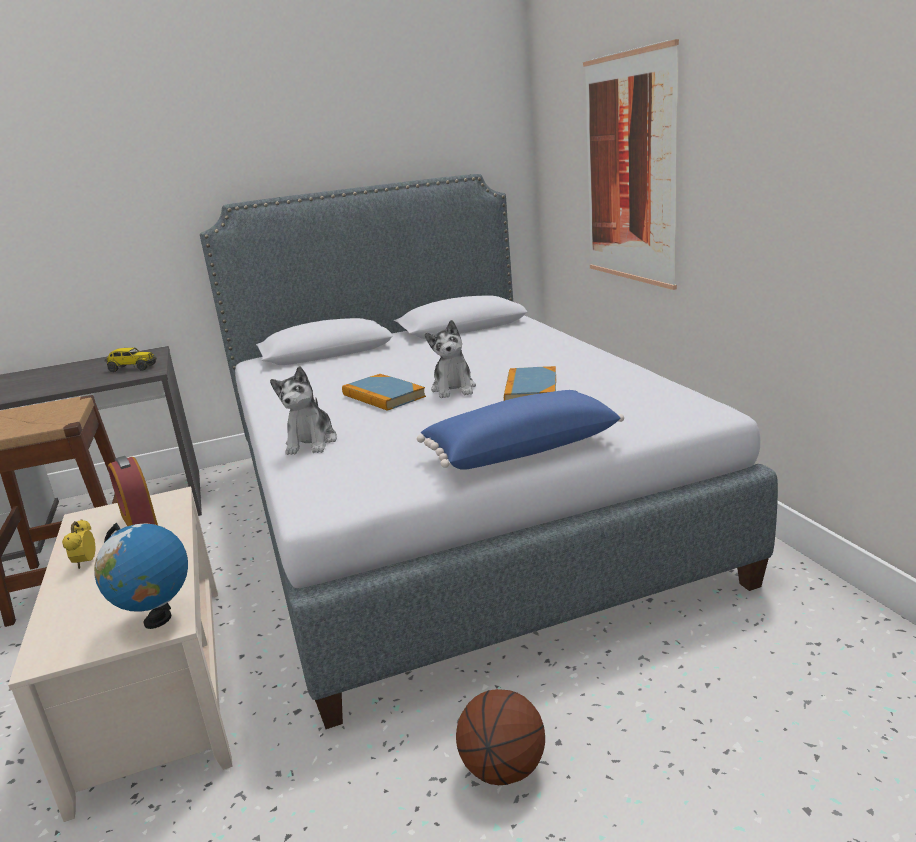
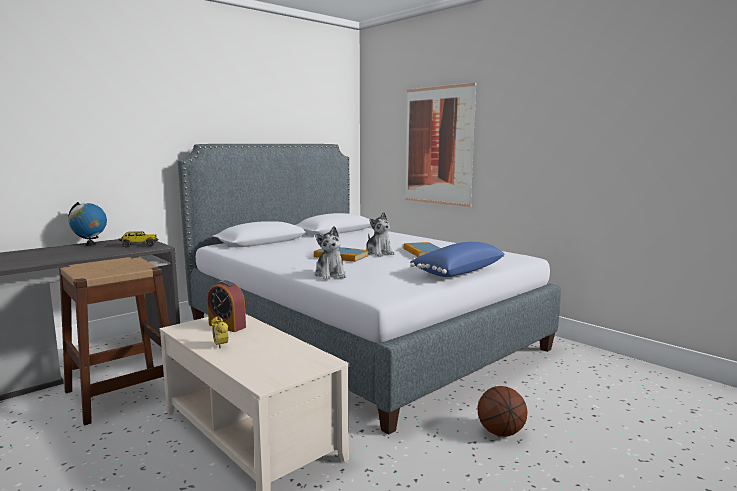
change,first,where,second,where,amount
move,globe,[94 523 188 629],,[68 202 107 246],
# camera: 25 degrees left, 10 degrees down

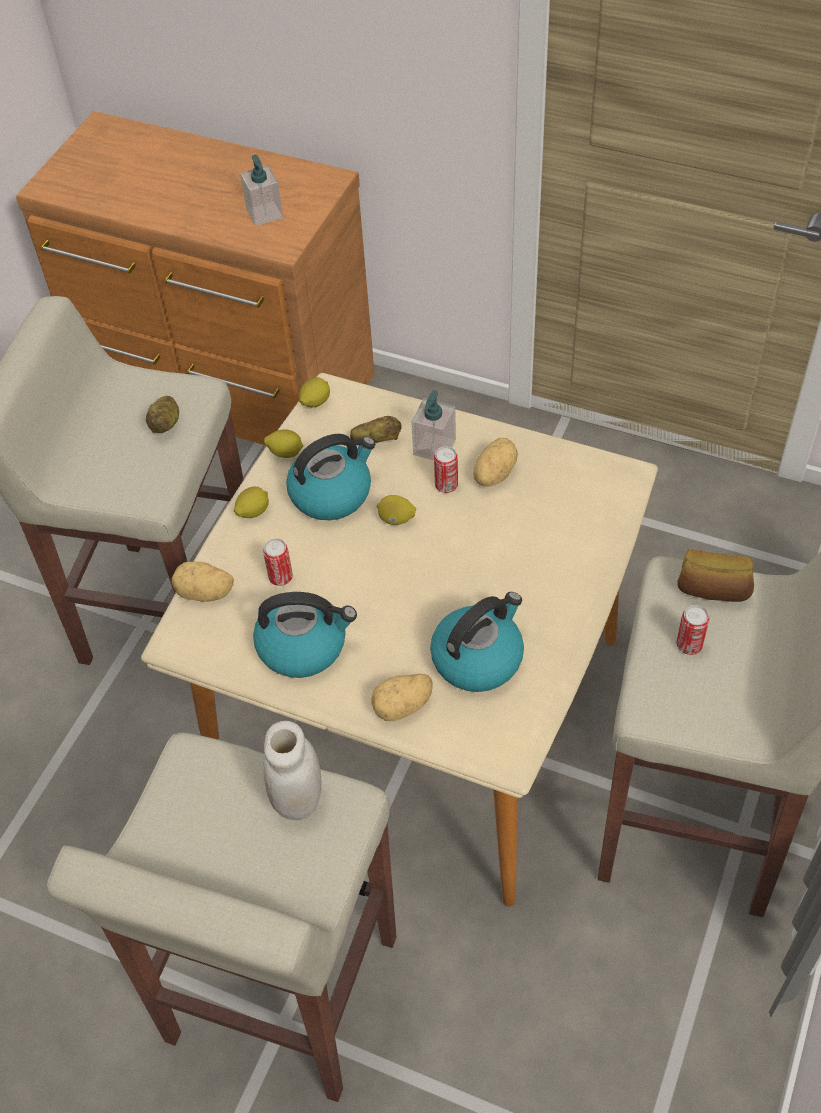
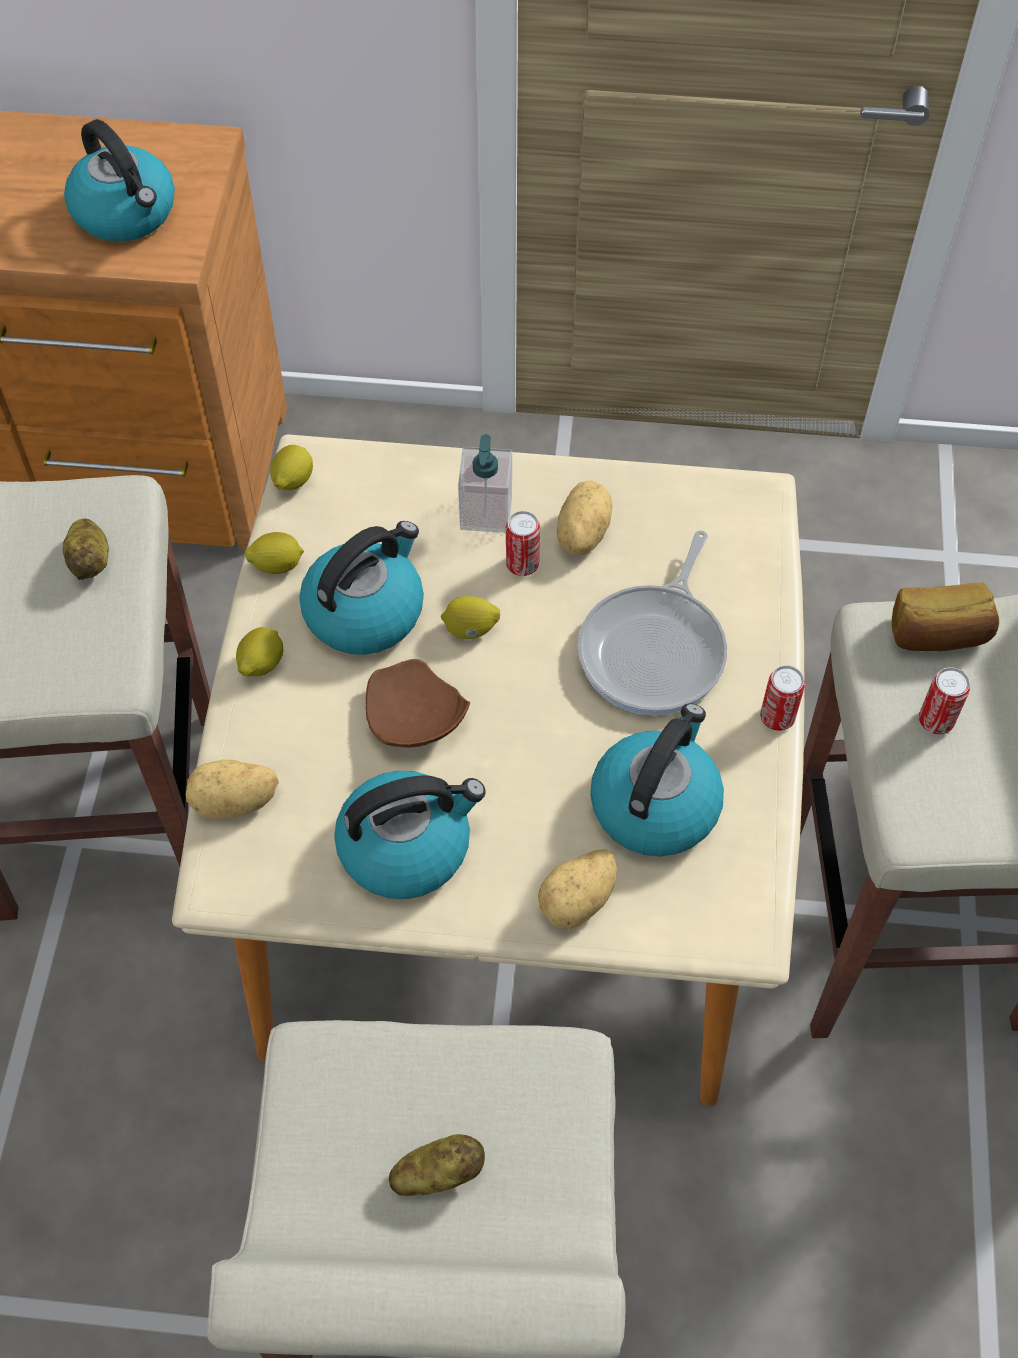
change,first,where,second,where,amount
replace,soap dispenser,[240 155 283 226],kettle,[64 119 175 242],
insert,,,brown plate,[366 659 470 748],
move,potato,[350 416 402 443],,[389 1134 485 1196],
insert,,,frying pan,[578 530 727 715],
move,can,[263 538 293 586],,[760 665 805 731],
delete,white jar,[263 721 322 820],,,
# camera: 20 degrees left, 5 degrees up

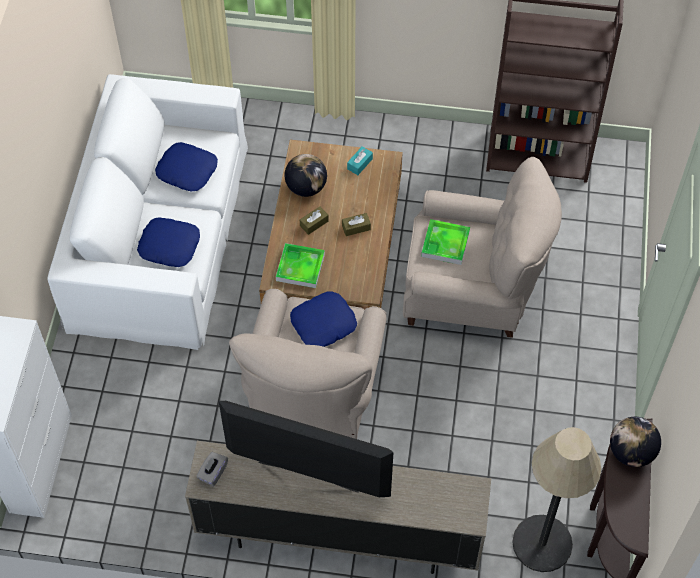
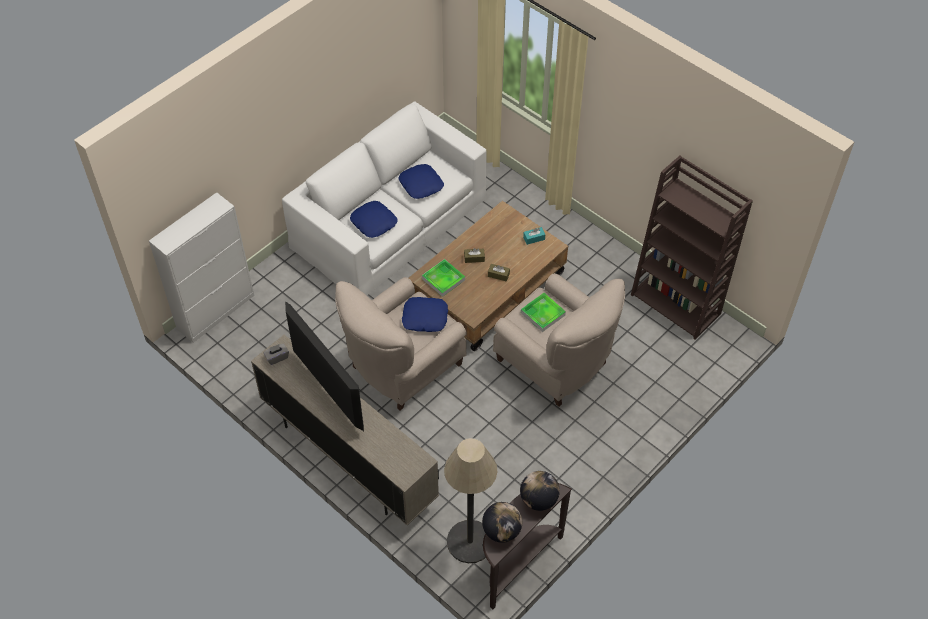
change,first,where,second,where,amount
move,globe,[285 154 327 197],,[482 502 522 543],
# camera: 35 degrees right, 5 degrees down

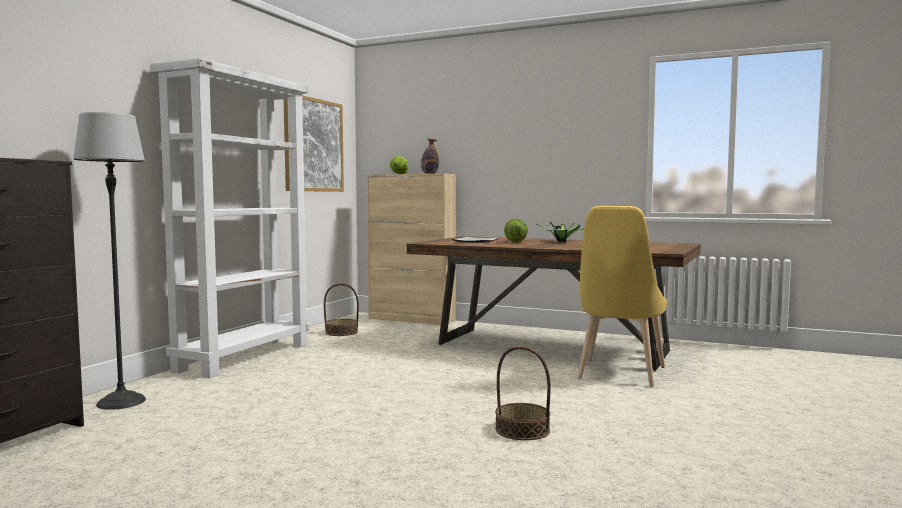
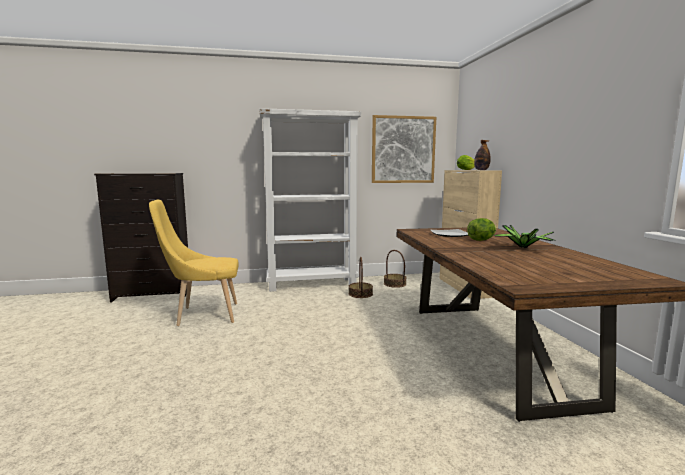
change,first,where,second,where,amount
move,yellow chair,[578 206 667 387],,[149 200 239 326],
move,basket,[495 346 551 440],,[349 257 373 298],
delete,floor lamp,[73 112 146 410],,,
# camera: 55 degrees right, 5 degrees up

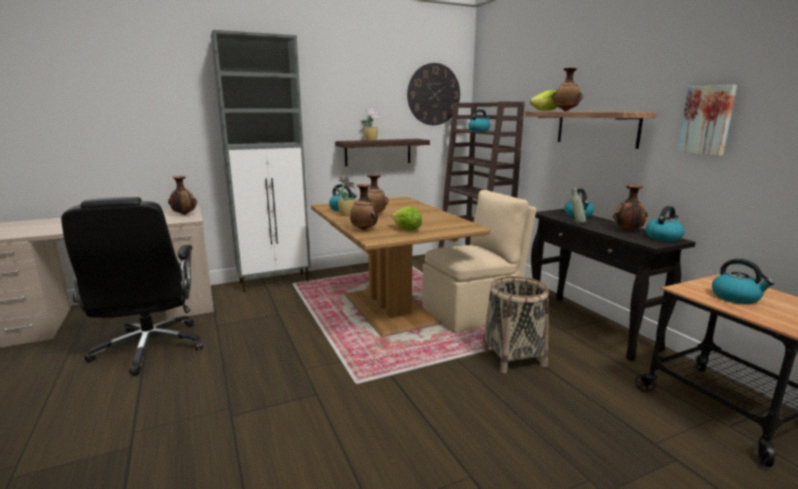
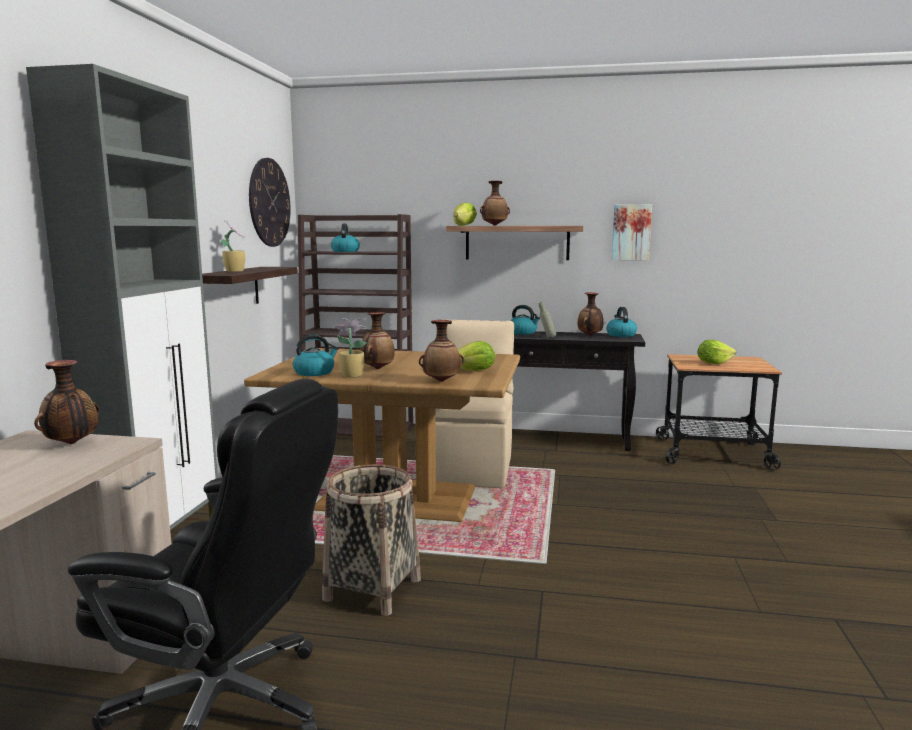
change,first,where,second,where,amount
move,basket,[482 276 549 373],,[322 464 421 616],
replace,kettle,[712 259 774 304],lettuce,[697 340 736 365],
# camera: 55 degrees left, 5 degrees down

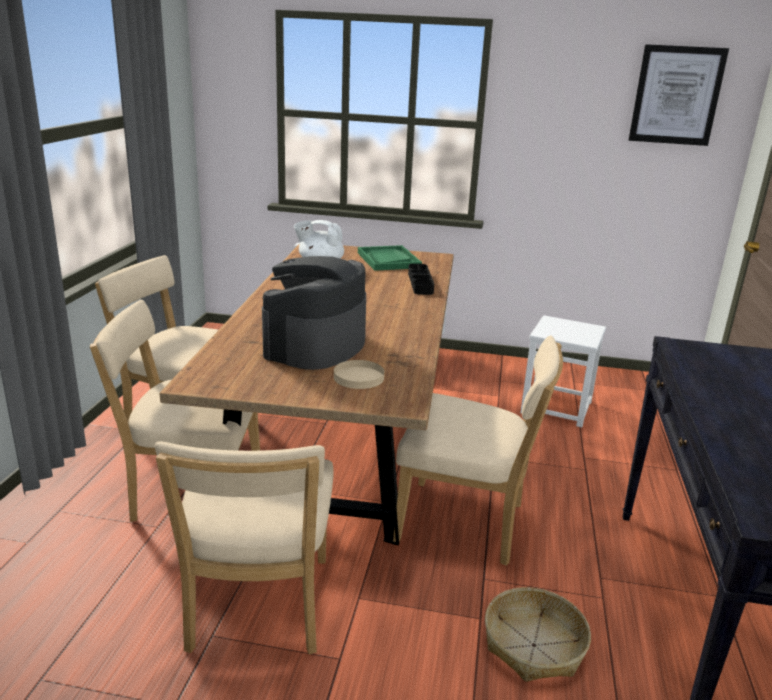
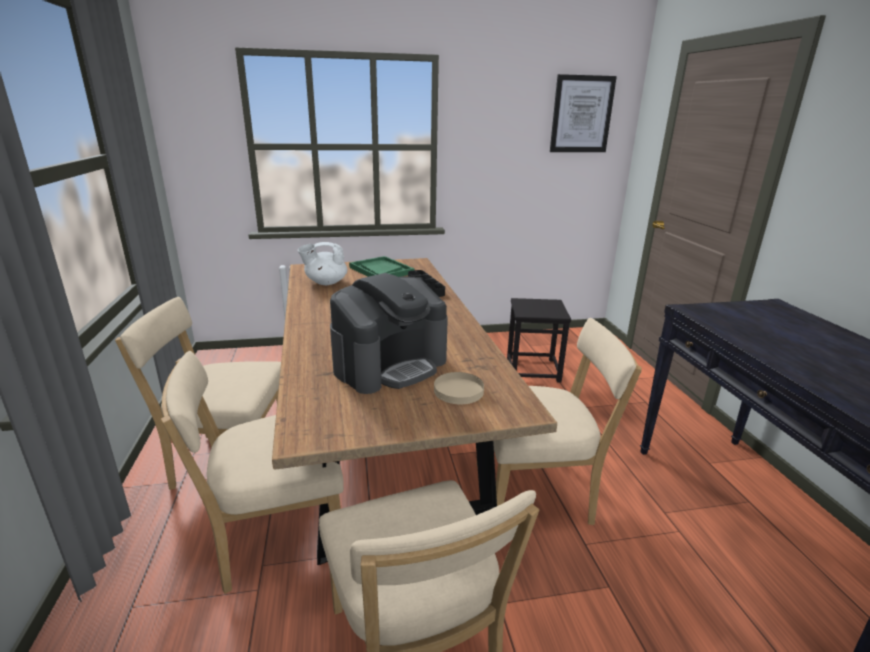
change,first,where,second,where,amount
rotate,coffee machine,[262 256 366 370],,[330 273 448 394],135 degrees counterclockwise
recolor,white stool,[520 315 606 427],black stool,[507 298 571 383],
delete,basket,[485 587 591 682],,,
# camera: 20 degrees left, 0 degrees up

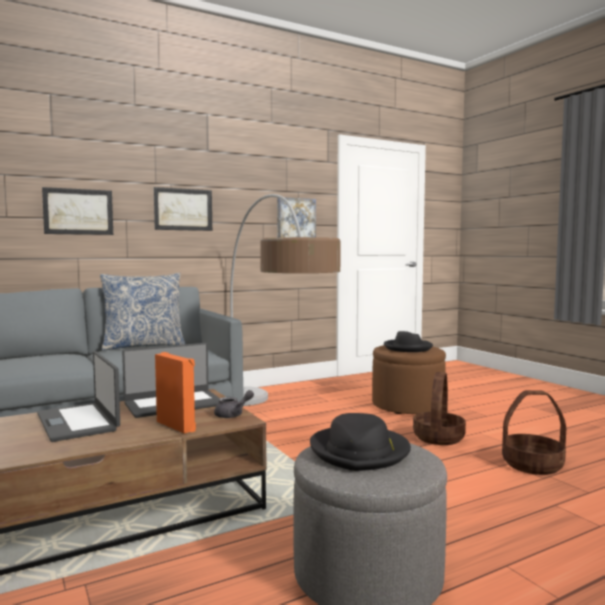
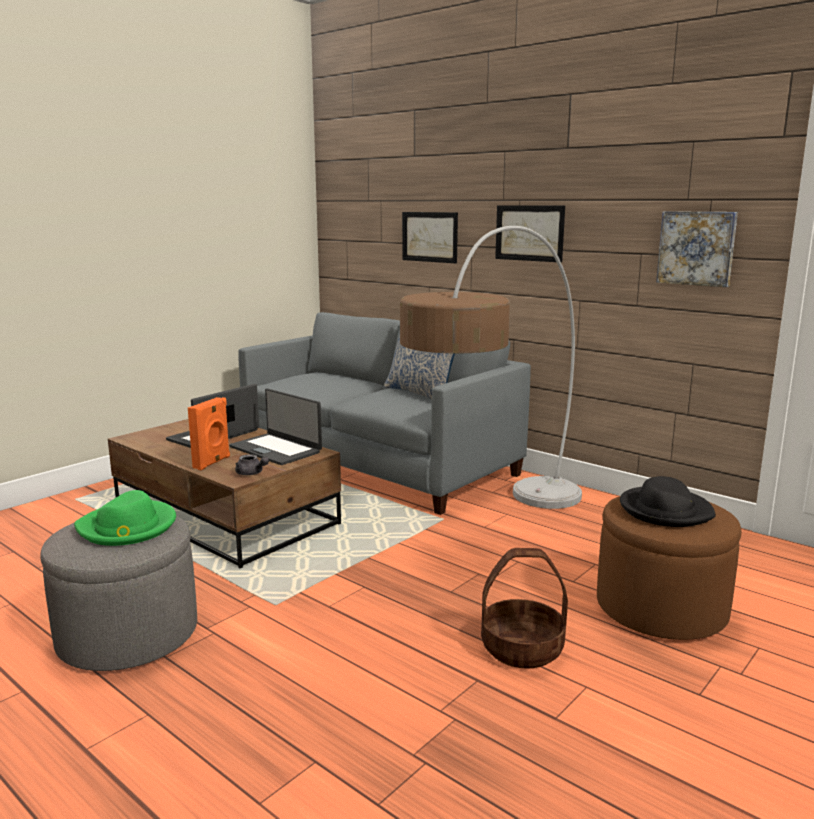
change,first,where,second,where,amount
recolor,black hat,[310 413 411 471],green hat,[74 490 176 546],
delete,basket,[502 390 566 475],,,
# camera: 70 degrees right, 10 degrees up

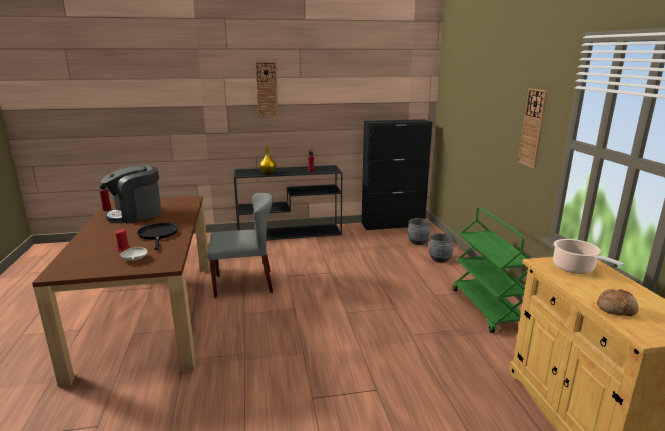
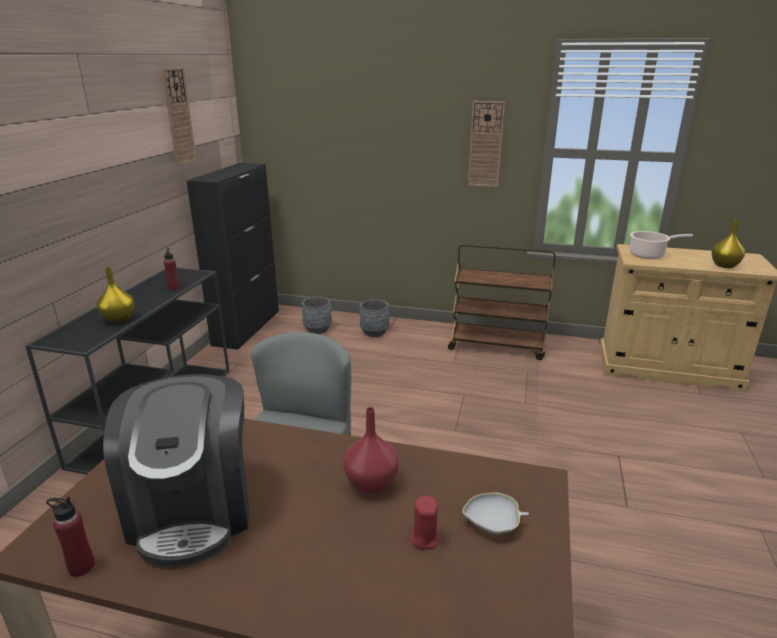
change,first,where,second,where,amount
move,wall clock,[255 62 278 118],,[161 68 197 166],
replace,black frying pan,[137 223 178 250],red vase,[343 407 399 494],
recolor,green cart,[453 207 530 333],brown cart,[448 244 556 360],
replace,bread,[597 289 638 316],yellow vase,[712 219 745 268],
# camera: 65 degrees left, 5 degrees up

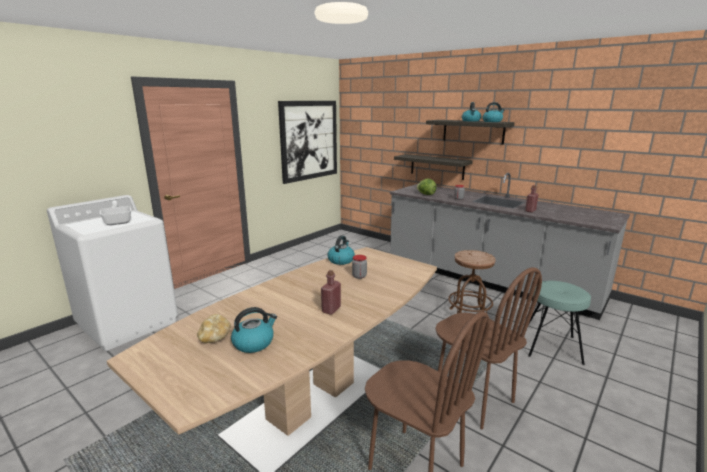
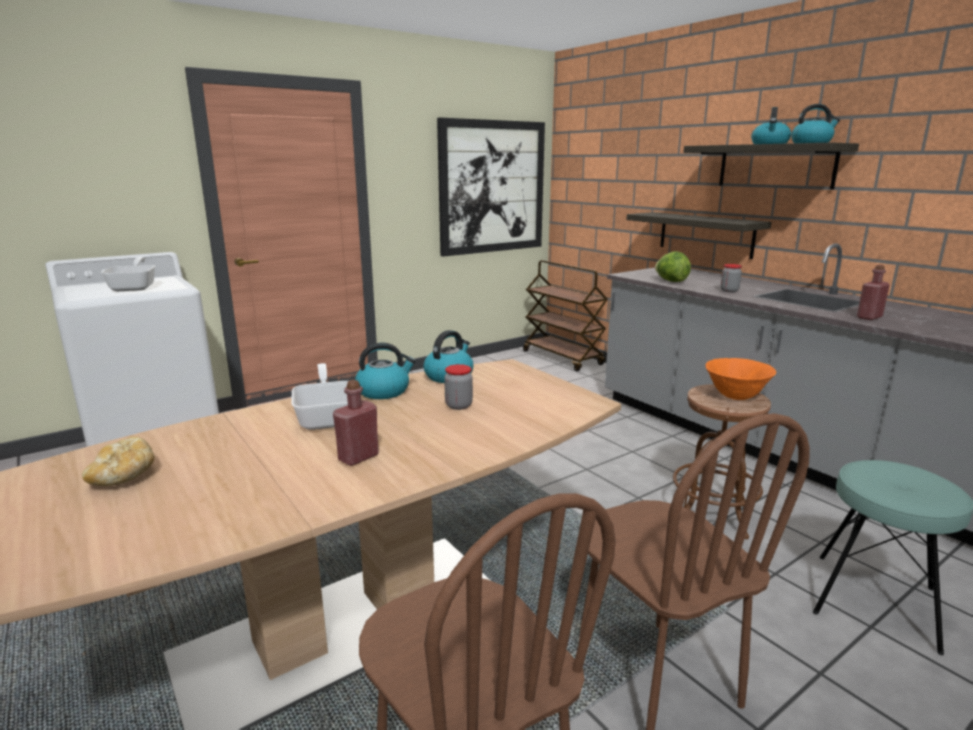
change,first,where,second,where,amount
insert,,,frying pan,[291 363 348 430],
move,kettle,[231 307 277 353],,[355 343 416 399],
insert,,,brown cart,[523 260 608 371],
insert,,,orange bowl,[706 358 776 400],
# camera: 15 degrees right, 0 degrees up

